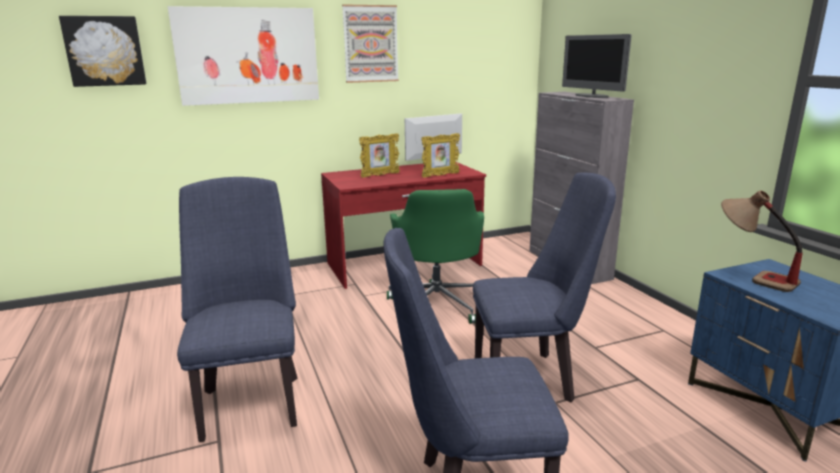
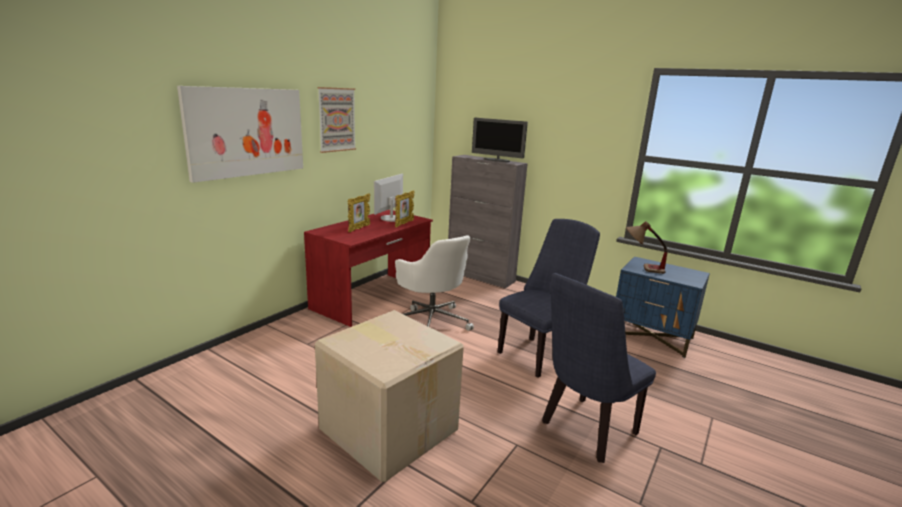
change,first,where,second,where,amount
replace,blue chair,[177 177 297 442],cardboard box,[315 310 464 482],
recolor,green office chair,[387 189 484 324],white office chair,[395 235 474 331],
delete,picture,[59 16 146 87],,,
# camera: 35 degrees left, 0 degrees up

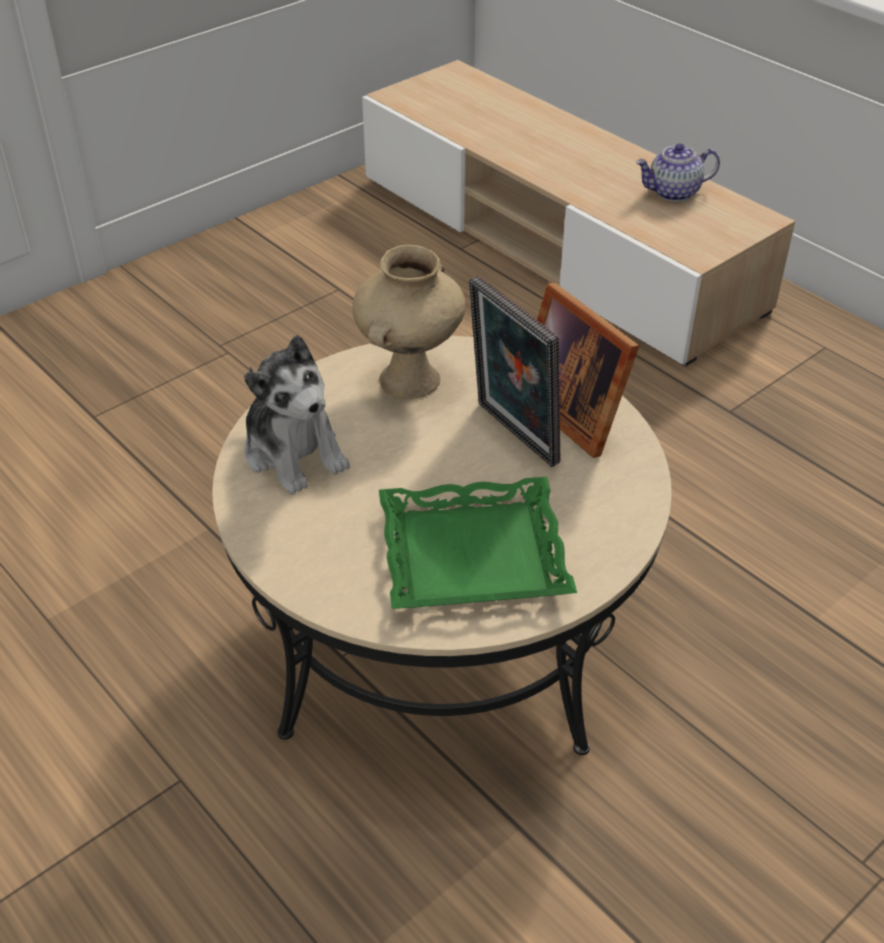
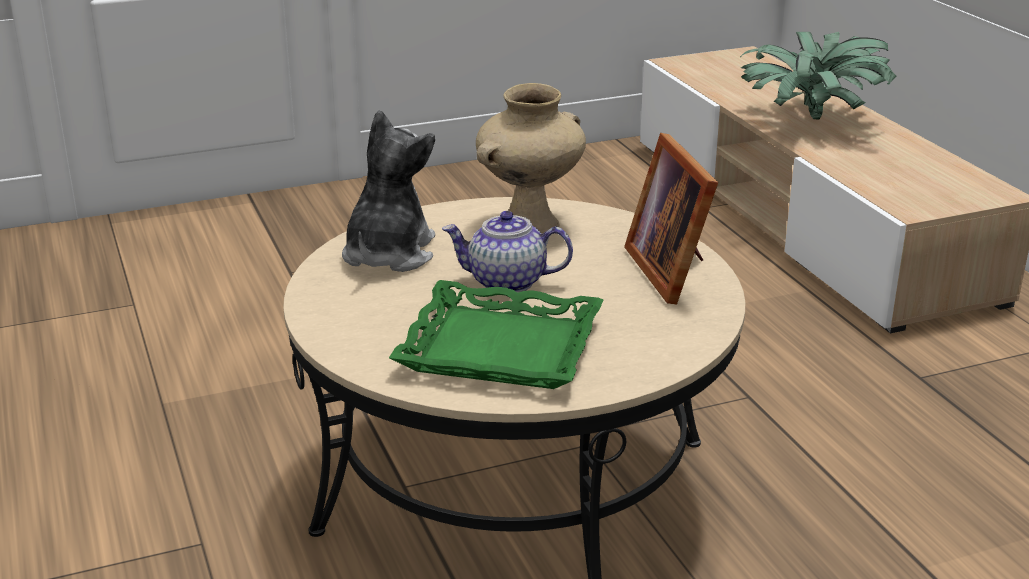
change,first,where,second,where,amount
rotate,plush toy,[244 335 350 494],,[342 110 435 272],150 degrees counterclockwise
move,teapot,[636 143 720 202],,[442 211 573 292],
insert,,,potted plant,[740 32 896 119],
delete,picture frame,[469 276 561 467],,,
# camera: 20 degrees right, 15 degrees down

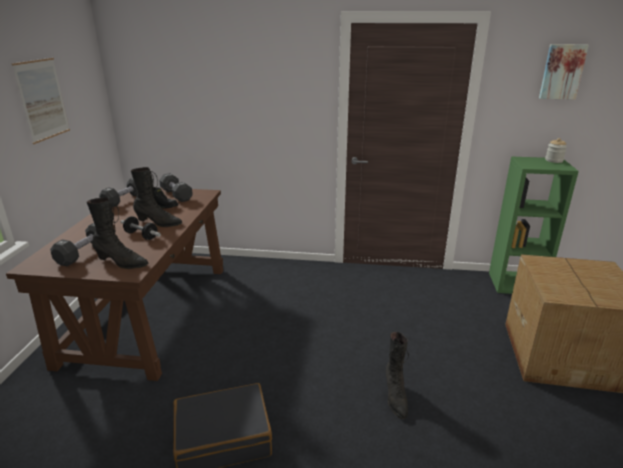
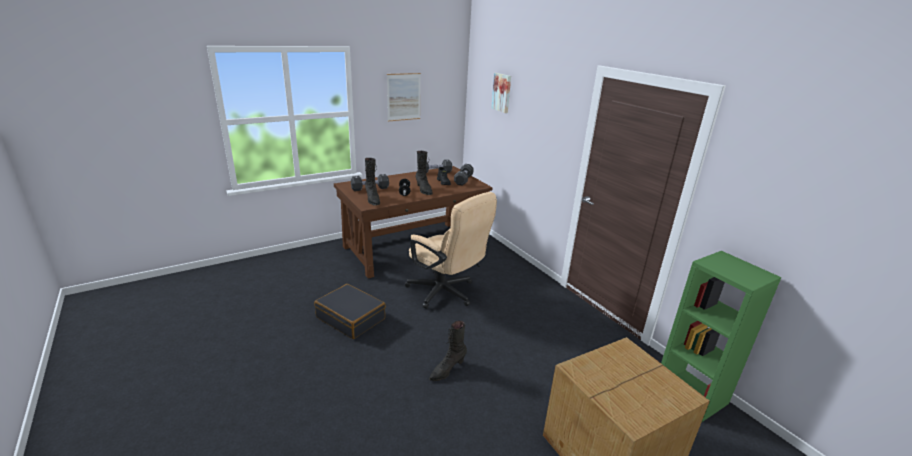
change,first,where,second,where,amount
insert,,,beige office chair,[405 192 497 309],
move,picture,[539 44 589 100],,[491 73 511 113],
delete,jar,[545 138 567 163],,,
# camera: 50 degrees right, 0 degrees up

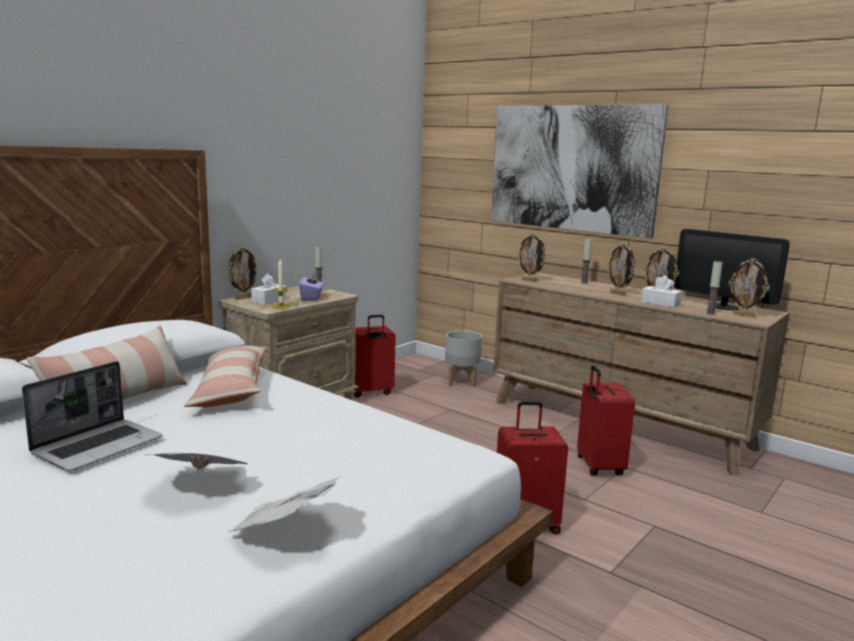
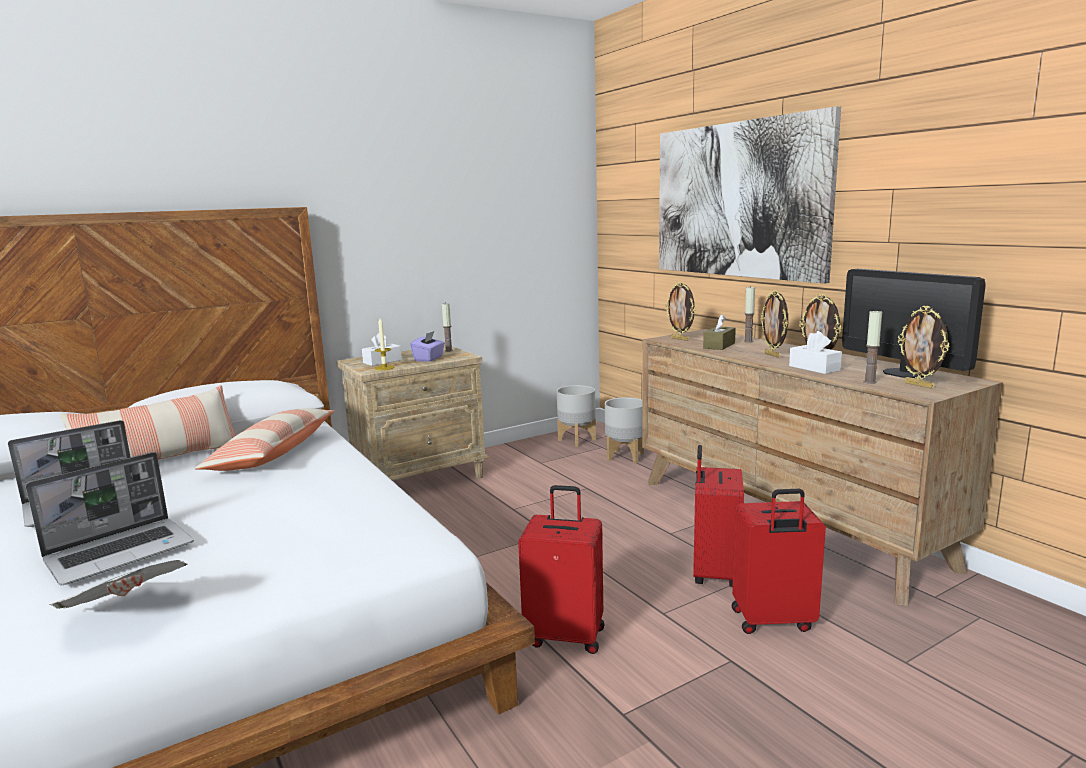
change,first,where,second,where,amount
replace,newspaper,[144 453 248 469],laptop,[26 452 194 585],
insert,,,grey planter,[557 385 596 447],
insert,,,brown tissue box,[703 314 736 350],
move,red suitcase,[354 315 396 398],,[732 489 826 634],
delete,picture frame,[227 246 259 299],,,
# camera: 20 degrees right, 0 degrees up

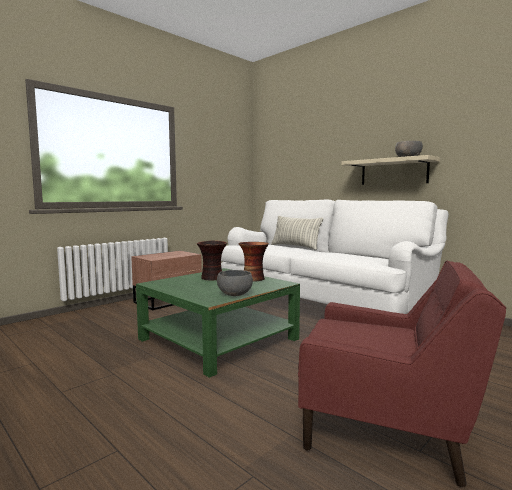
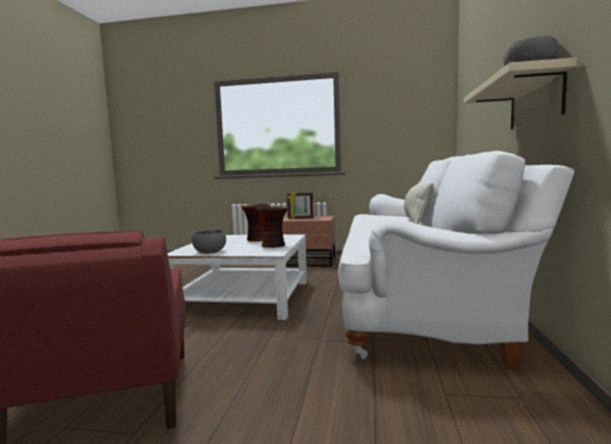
change,first,where,second,where,amount
recolor,green coffee table,[136 268 300 378],white coffee table,[167 234 307 320],
insert,,,picture frame,[287 192 314 219],
# camera: 55 degrees right, 0 degrees up

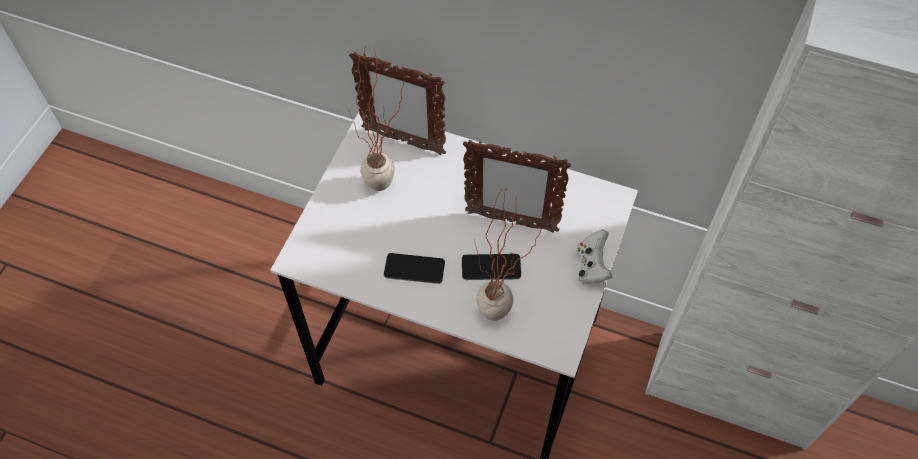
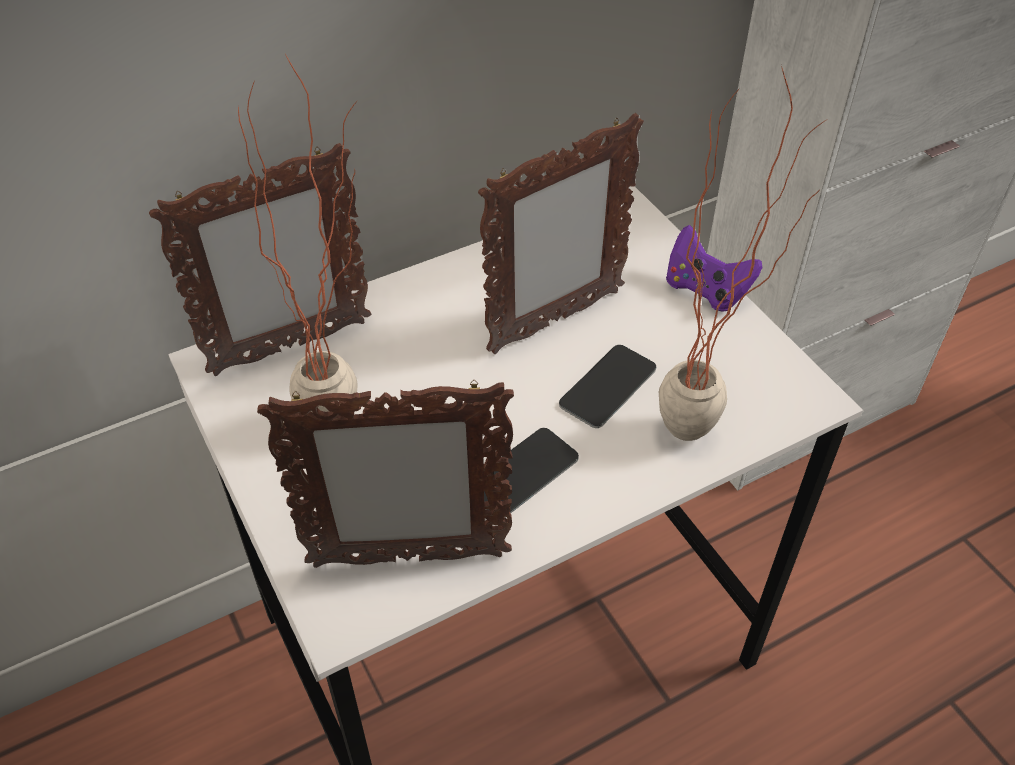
change,first,where,second,where,amount
insert,,,picture frame,[257 380 514 568],
recolor,white game controller,[577 229 613 284],purple game controller,[666 225 762 311],
# camera: 50 degrees left, 10 degrees down

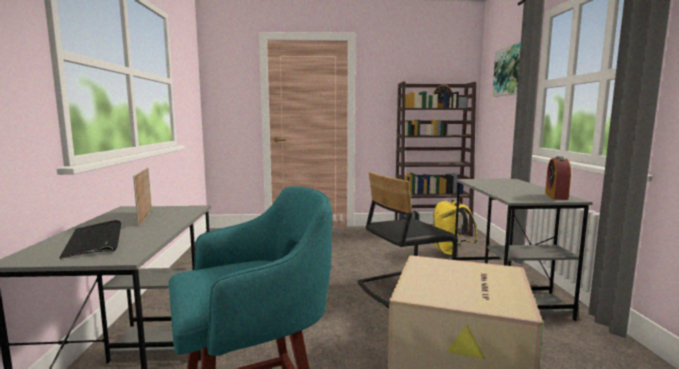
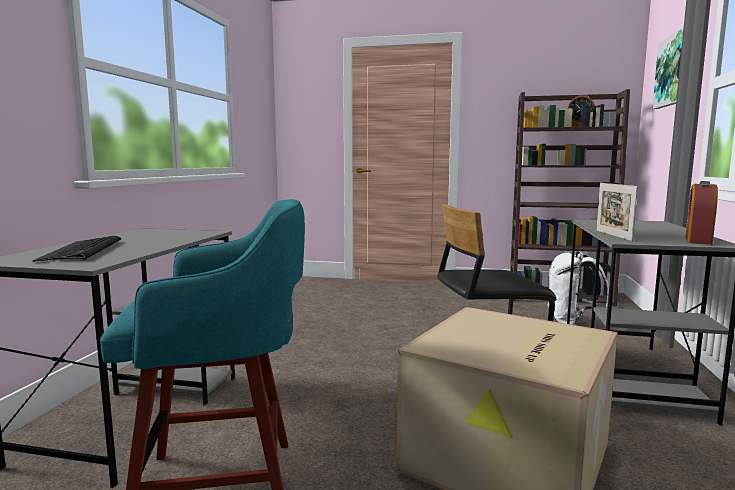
change,first,where,second,where,amount
recolor,yellow backpack,[433 200 478 257],white backpack,[547 251 609 325],
move,picture frame,[133 167 152 226],,[596 183 638 241],
# camera: 15 degrees right, 0 degrees up

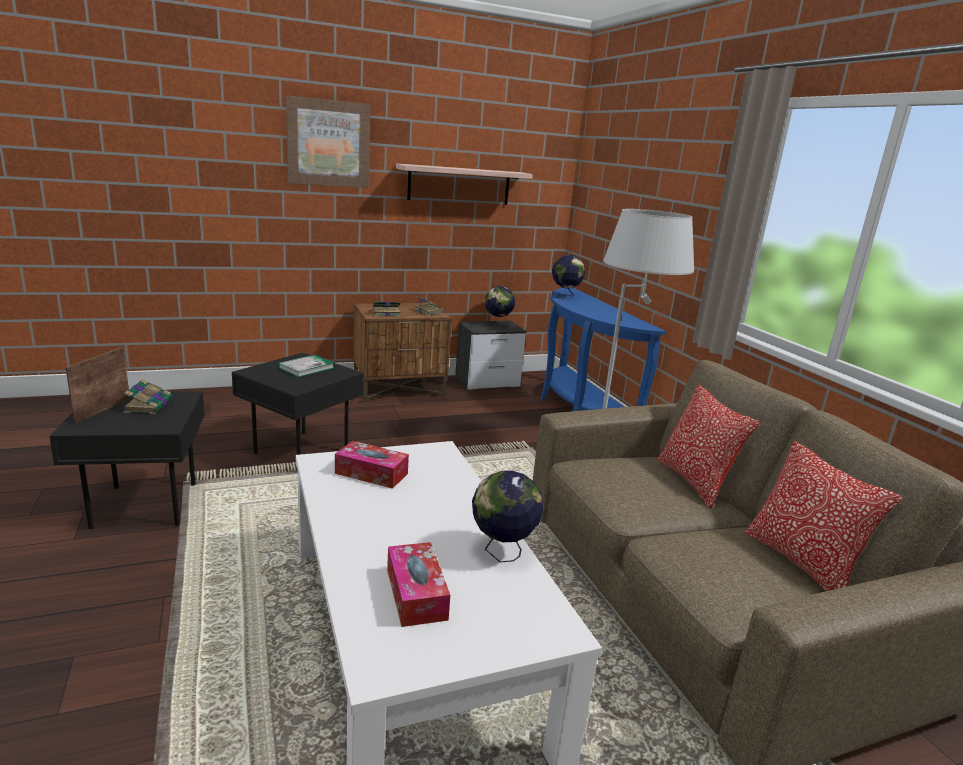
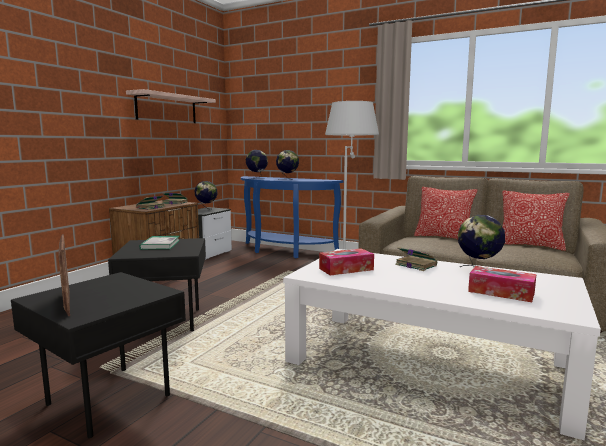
change,first,where,second,where,amount
insert,,,globe,[276 150 299 180],
move,book,[123 379 173 414],,[395 247 437 271],
delete,picture,[286 95 370 188],,,
# camera: 40 degrees left, 10 degrees down

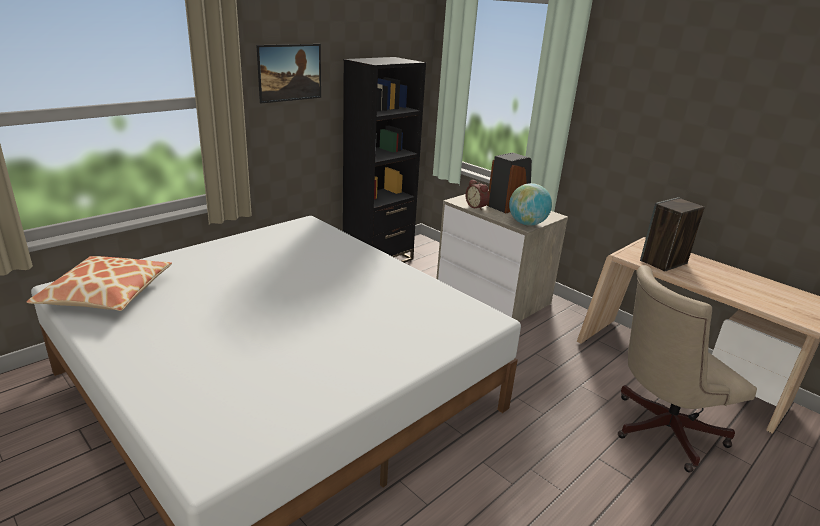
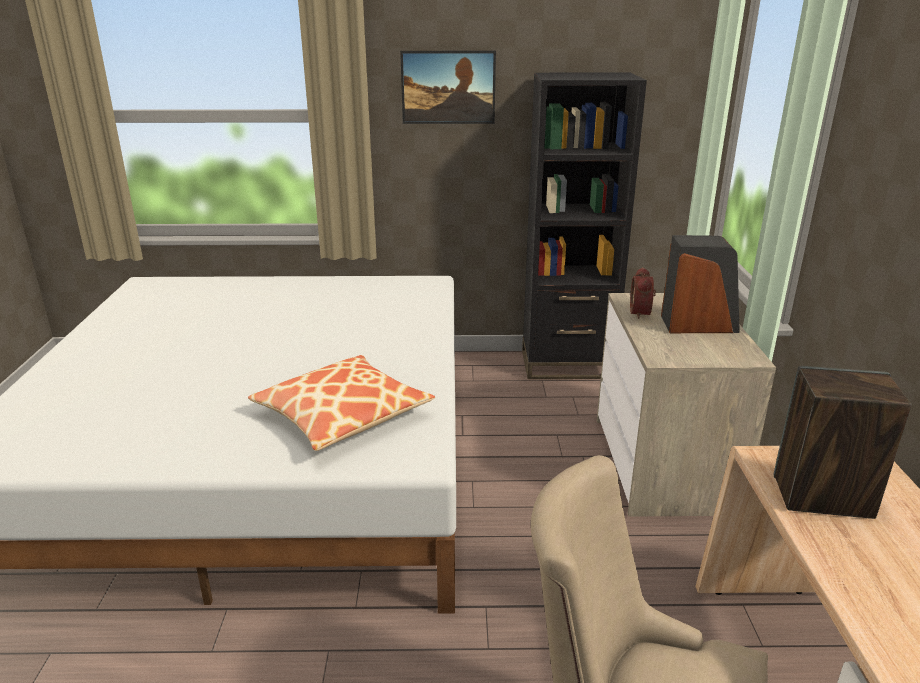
change,first,where,second,where,amount
move,pillow,[27 256 172 311],,[248 355 435 451],
delete,globe,[509 183 552 226],,,
# camera: 45 degrees right, 0 degrees up

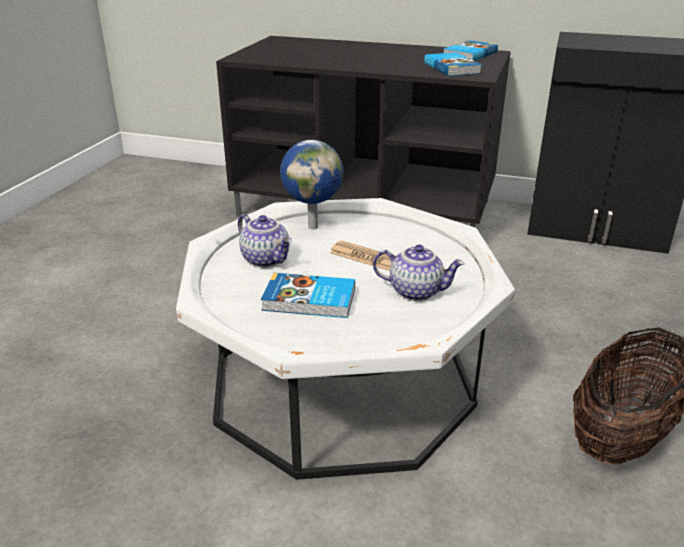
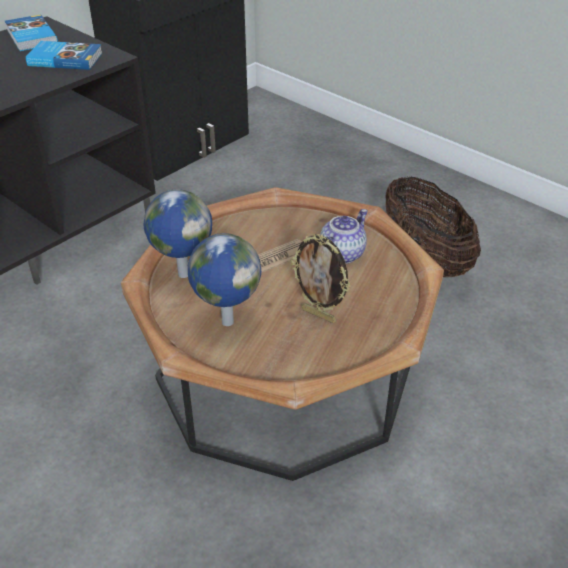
change,first,where,second,where,amount
recolor,white coffee table,[176 198 515 480],brown coffee table,[121 187 444 481],
replace,teapot,[238 214 292 268],globe,[188 233 261 326],
replace,book,[261 273 355 318],picture frame,[290 234 350 323],
# camera: 65 degrees left, 10 degrees up

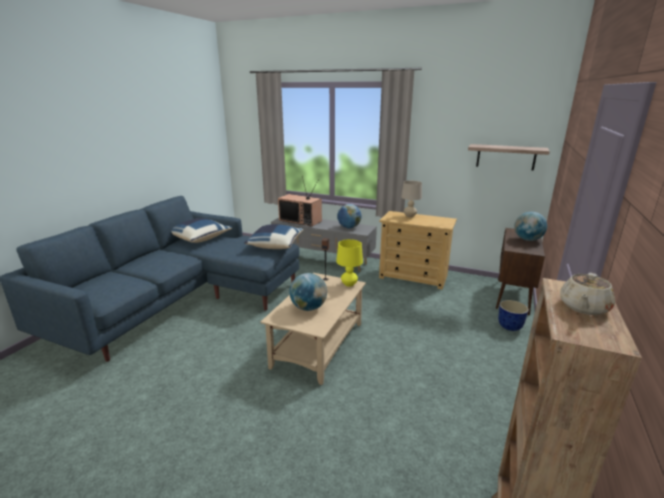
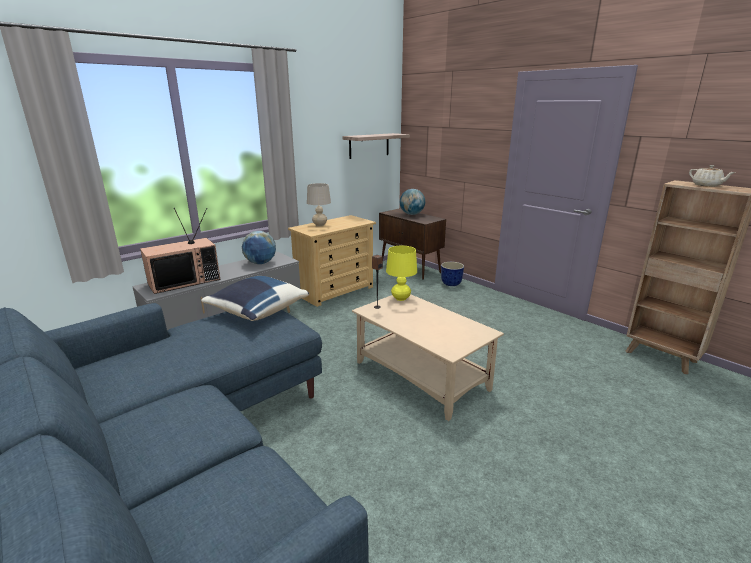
change,first,where,second,where,amount
delete,blue pillow,[172 218 232 243],,,
delete,globe,[290 273 327 311],,,
# camera: 65 degrees left, 0 degrees up

